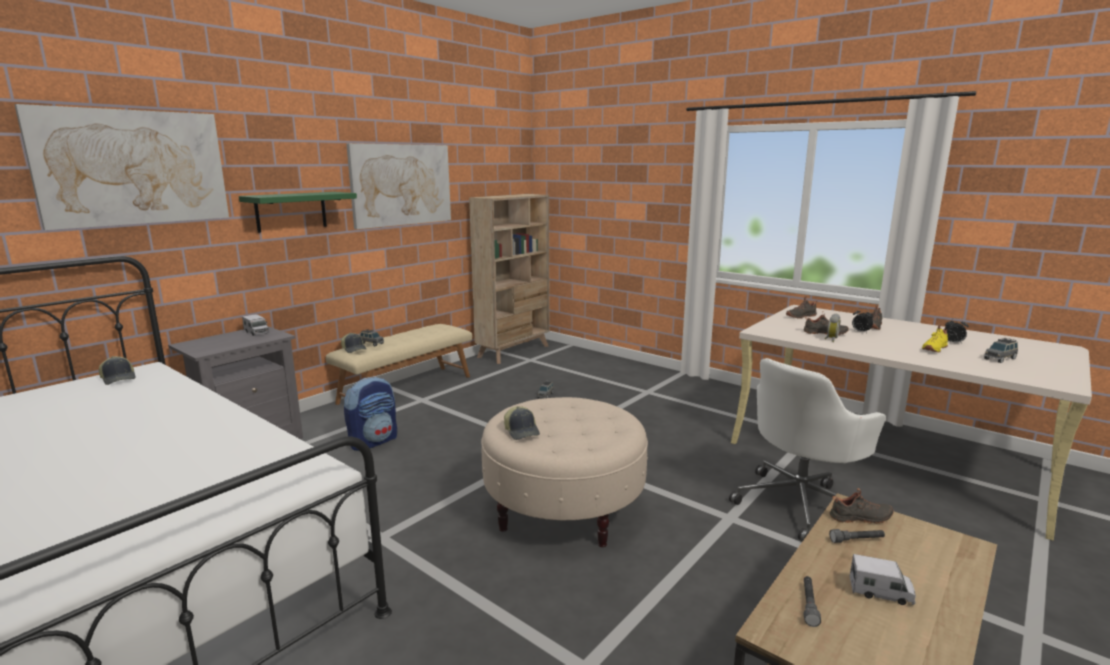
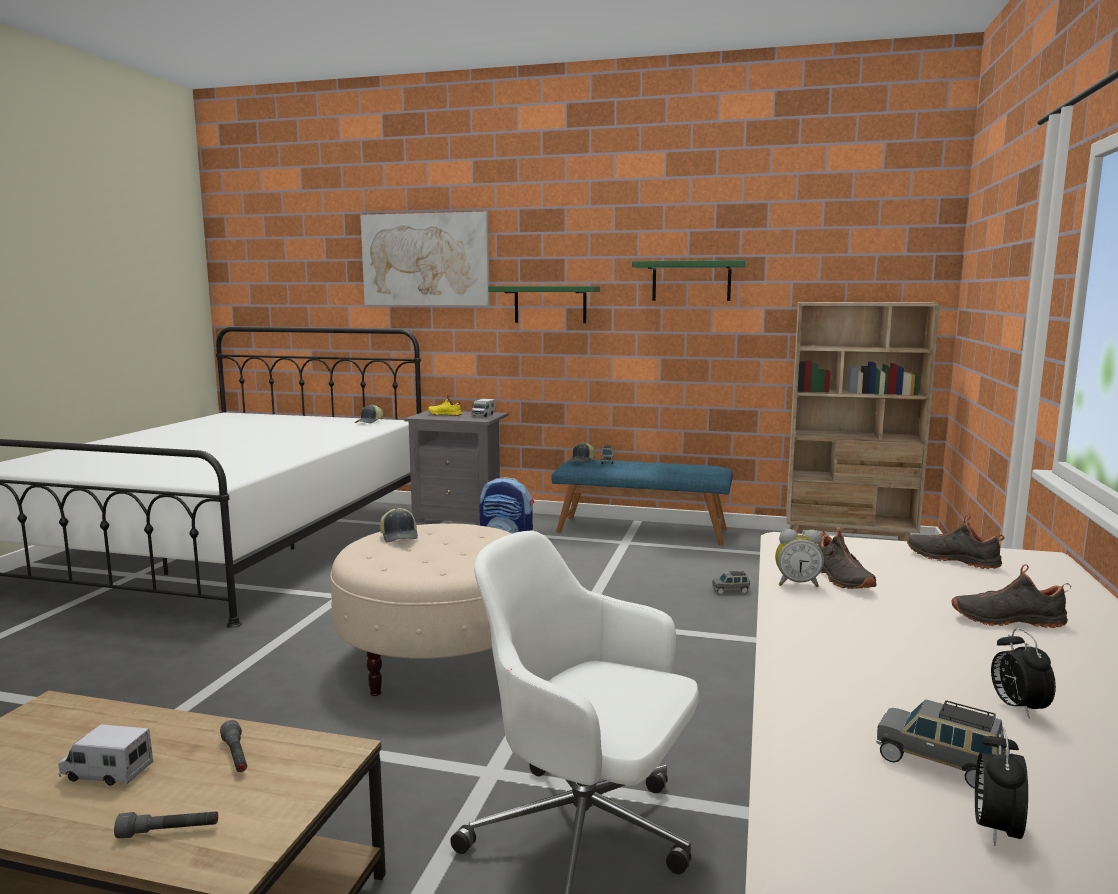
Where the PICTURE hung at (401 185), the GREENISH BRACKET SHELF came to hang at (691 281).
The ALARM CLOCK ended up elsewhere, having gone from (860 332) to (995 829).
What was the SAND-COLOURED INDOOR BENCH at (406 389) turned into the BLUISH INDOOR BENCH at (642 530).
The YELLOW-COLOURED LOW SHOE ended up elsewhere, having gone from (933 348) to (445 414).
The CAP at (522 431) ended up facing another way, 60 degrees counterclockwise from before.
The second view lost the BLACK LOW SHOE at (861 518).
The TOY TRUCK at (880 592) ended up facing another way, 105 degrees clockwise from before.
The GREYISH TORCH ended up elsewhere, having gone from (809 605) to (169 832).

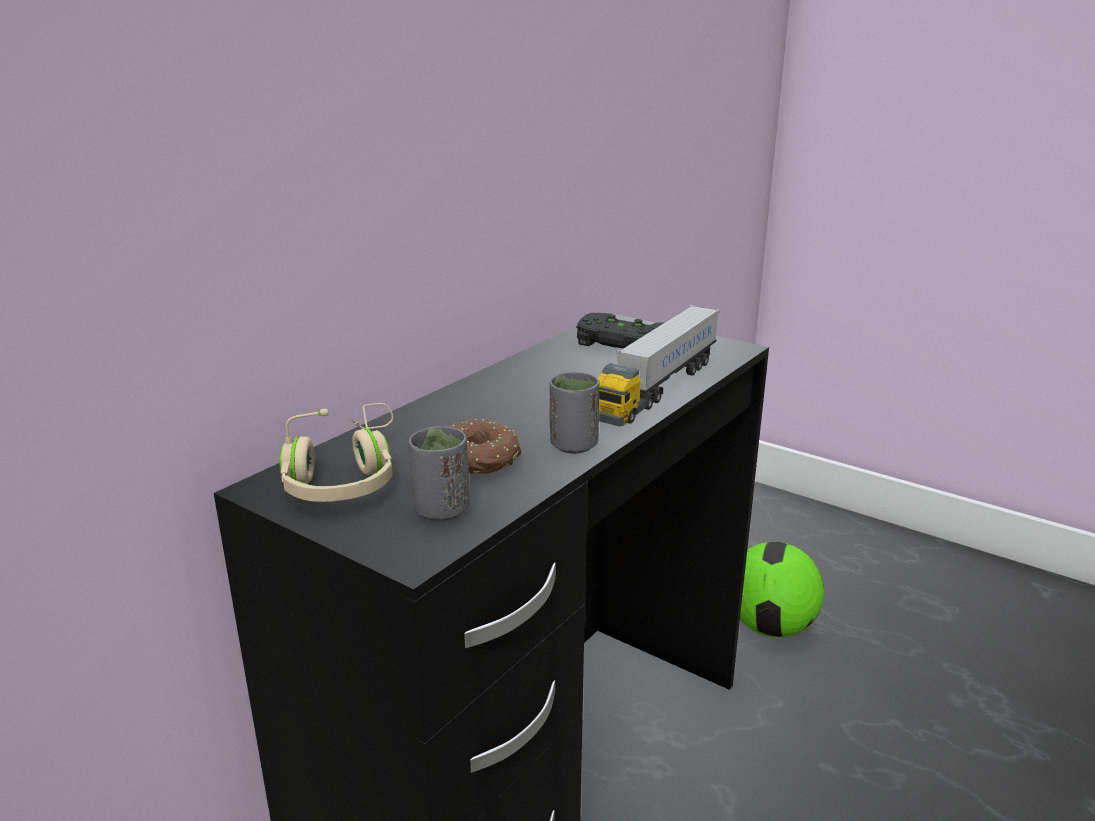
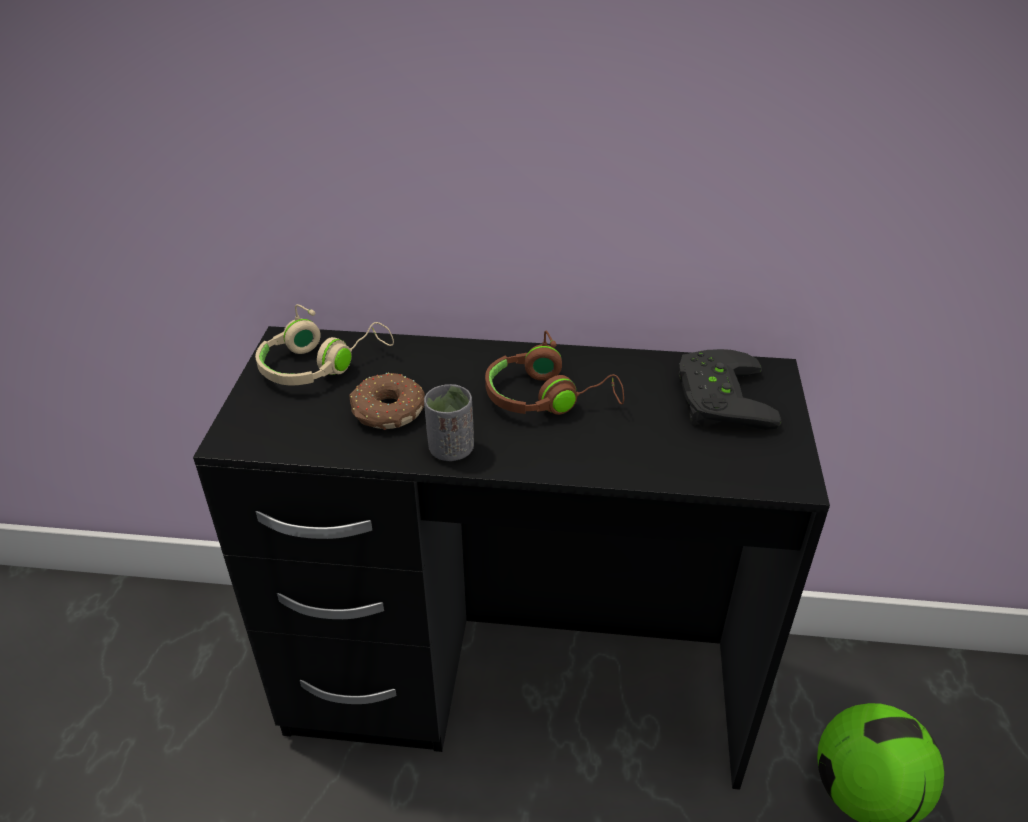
The second view lost the TOY TRUCK at (658 388).
The second view lost the GREYISH CUP at (441 510).
The second view gained the BROWN-COLOURED HEADPHONES at (548 397).

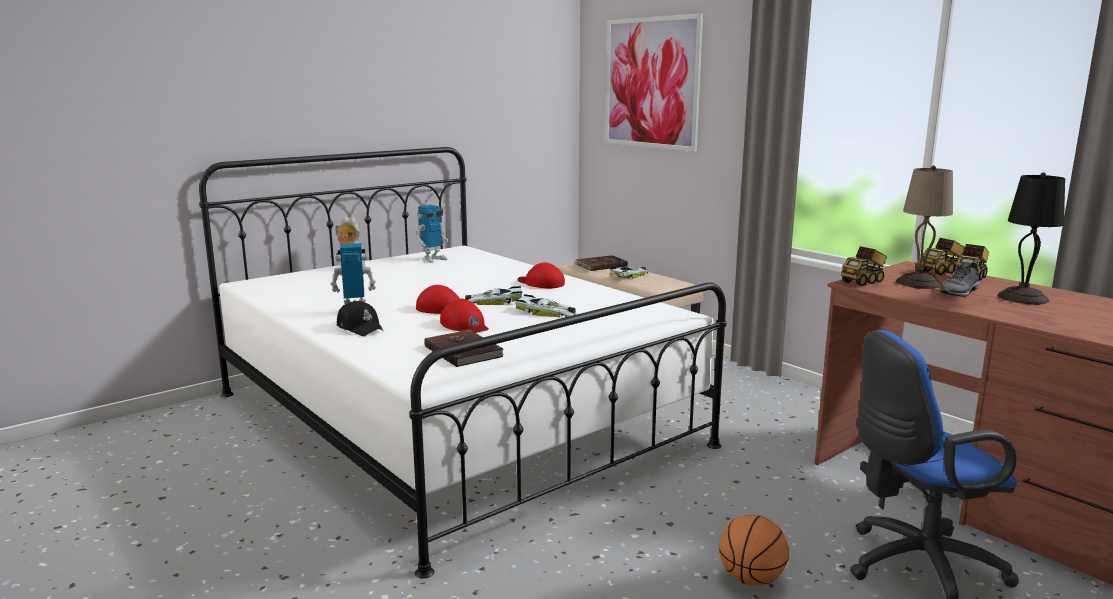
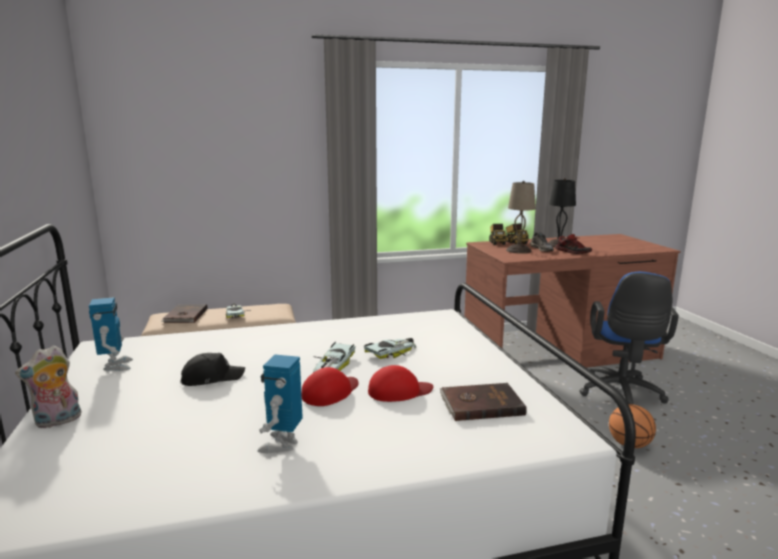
The second view lost the PICTURE at (651 83).
The second view lost the TOY TRUCK at (863 281).
The second view lost the RED-COLOURED CAP at (541 283).
The BLACK CAP ended up elsewhere, having gone from (360 328) to (212 378).
The second view gained the LOW SHOE at (572 252).

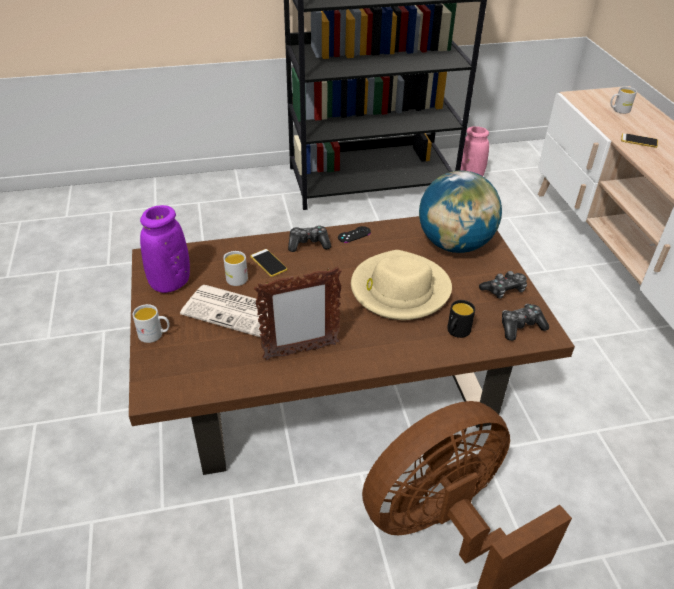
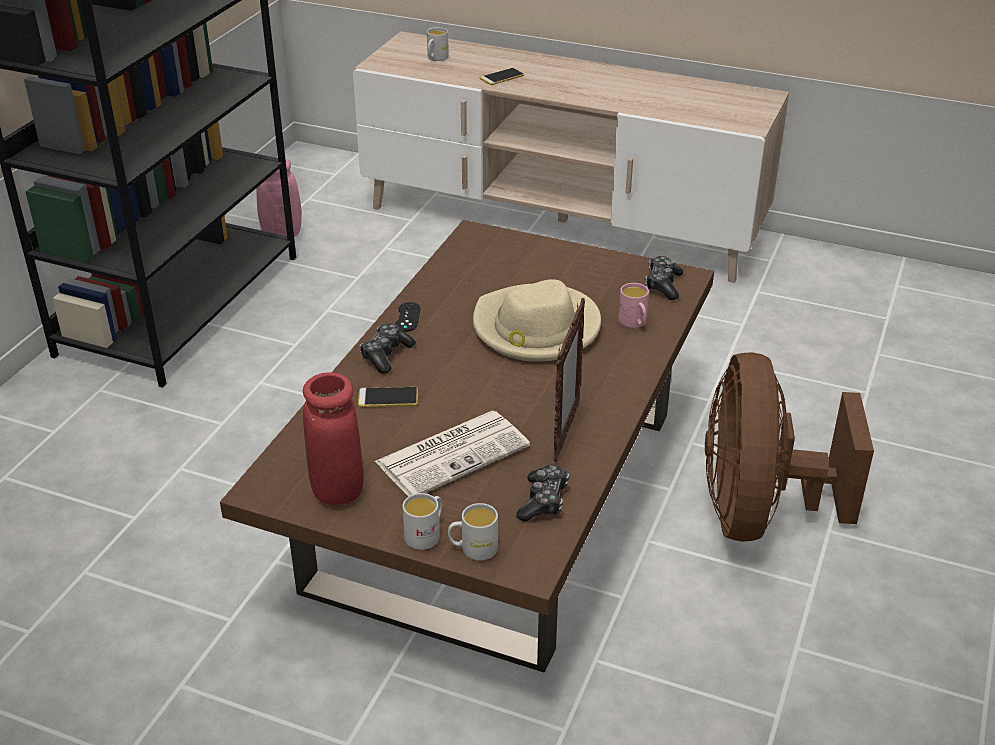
The second view lost the WORLD GLOBE at (454 244).
What was the PURPLE VASE at (170 283) turned into the RED-COLOURED VASE at (337 489).
The WHITISH TEA MUG ended up elsewhere, having gone from (234 277) to (473 549).
The JOYPAD ended up elsewhere, having gone from (504 290) to (543 501).
What was the BLACK TEA MUG at (456 332) turned into the PINKISH TEA MUG at (634 323).

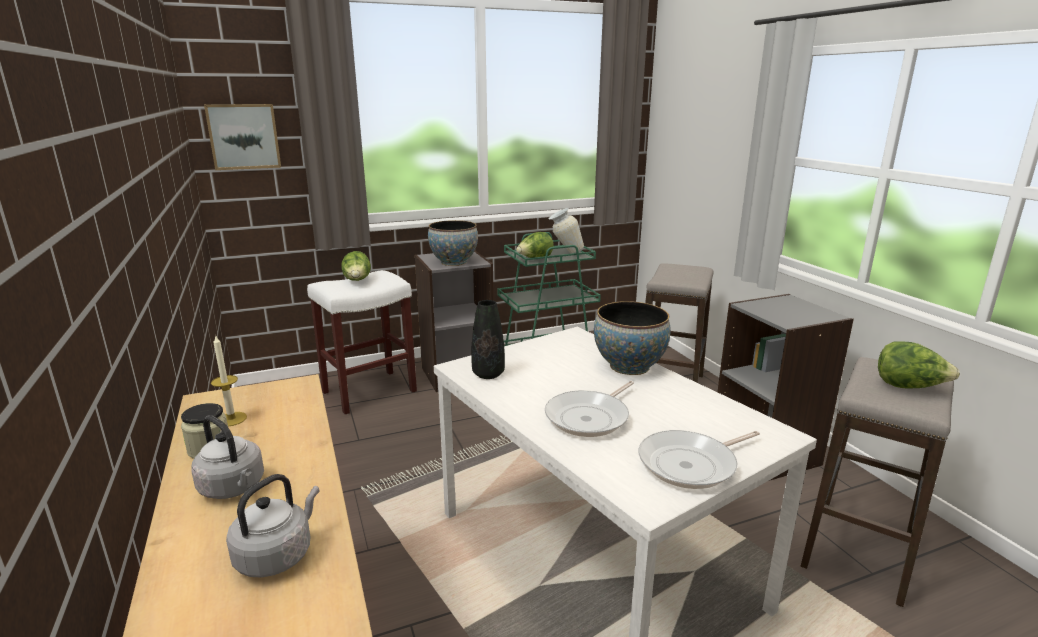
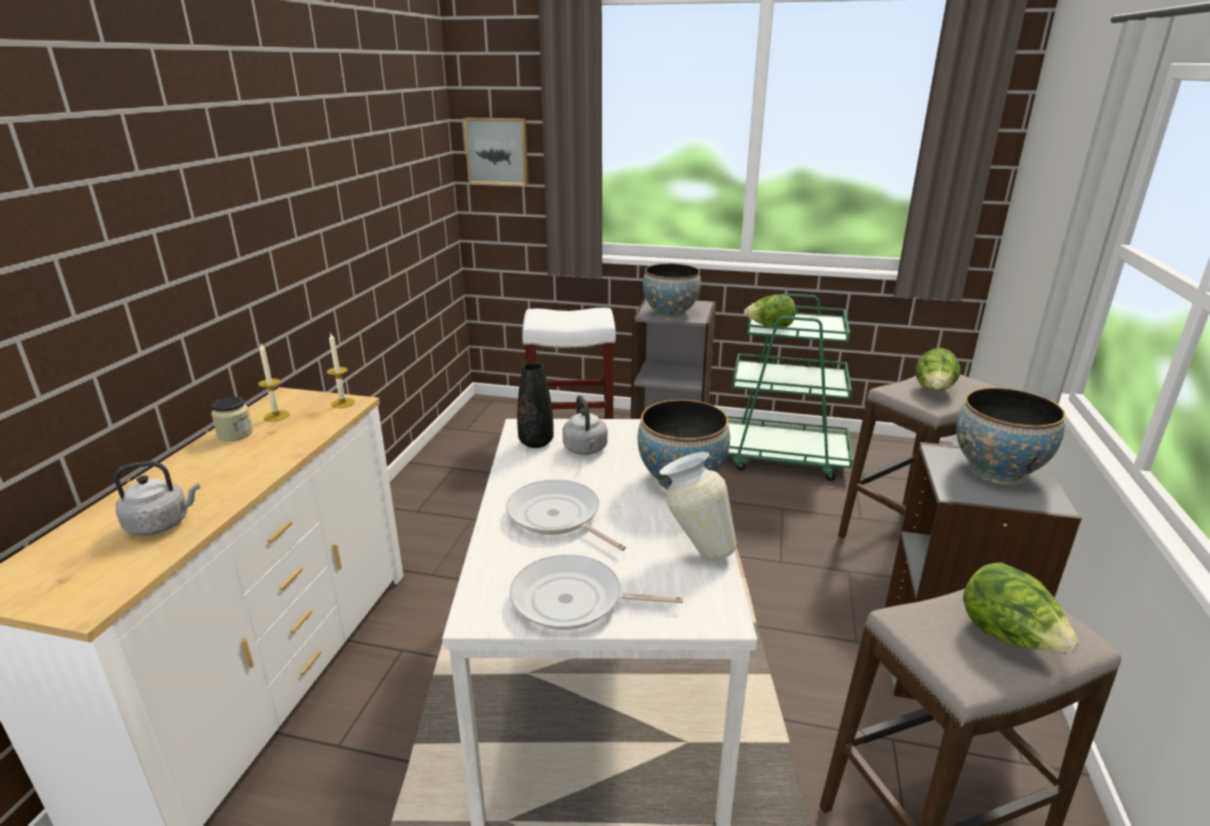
The VASE ended up elsewhere, having gone from (565 253) to (694 548).
The LETTUCE ended up elsewhere, having gone from (357 281) to (933 391).
The FRYING PAN at (590 417) ended up facing another way, 60 degrees clockwise from before.
The GREYISH TEA KETTLE ended up elsewhere, having gone from (234 488) to (586 450).
The second view gained the WAX LIGHT at (342 403).
The second view gained the BOWL at (996 470).

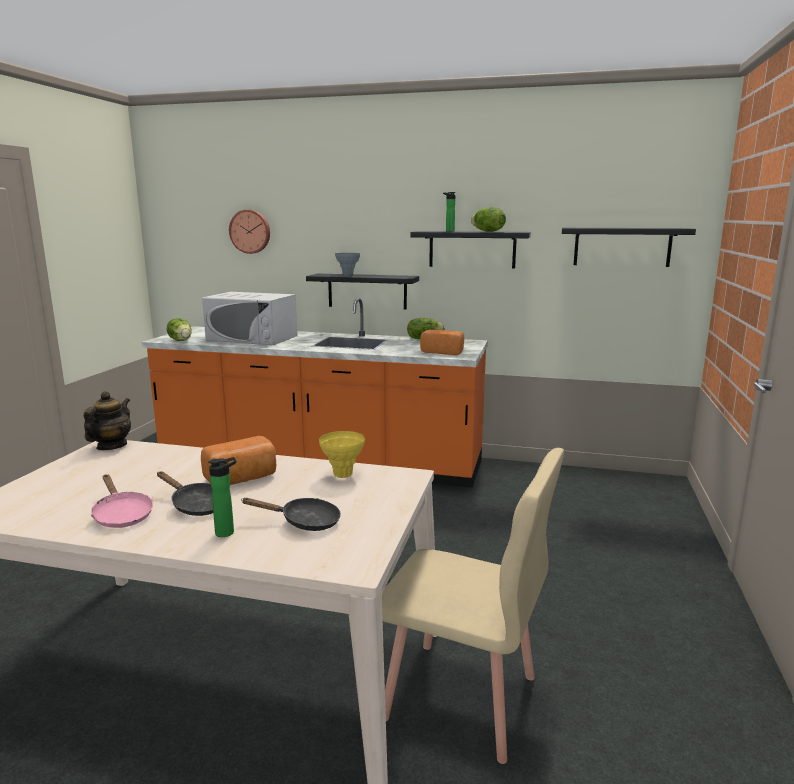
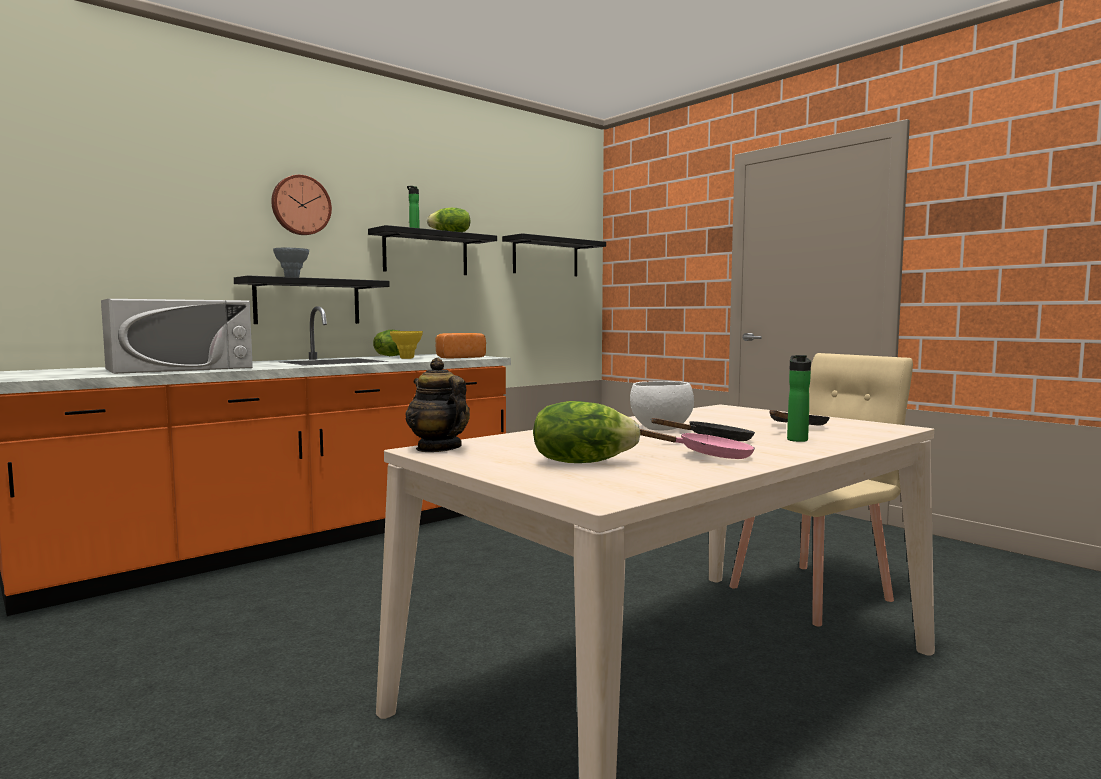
The HANGING CLOCK ended up elsewhere, having gone from (250 231) to (300 205).
The LETTUCE ended up elsewhere, having gone from (181 340) to (582 462).
The YELLOW-COLOURED VASE ended up elsewhere, having gone from (342 474) to (406 358).
Where the BREAD stood at (242 479), the WHITISH BOWL came to stand at (660 429).

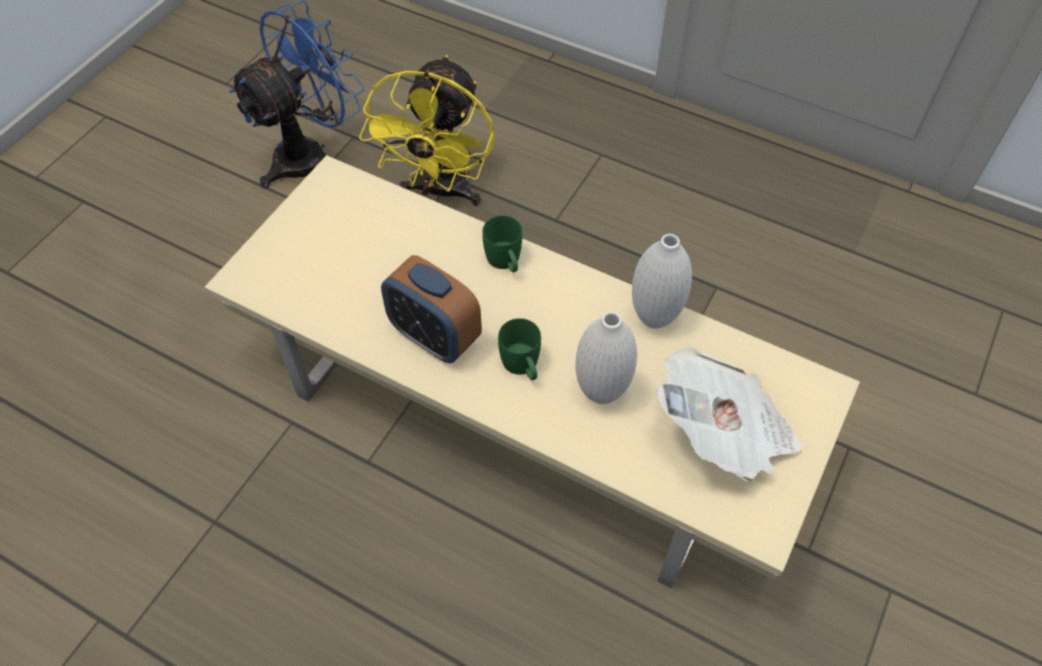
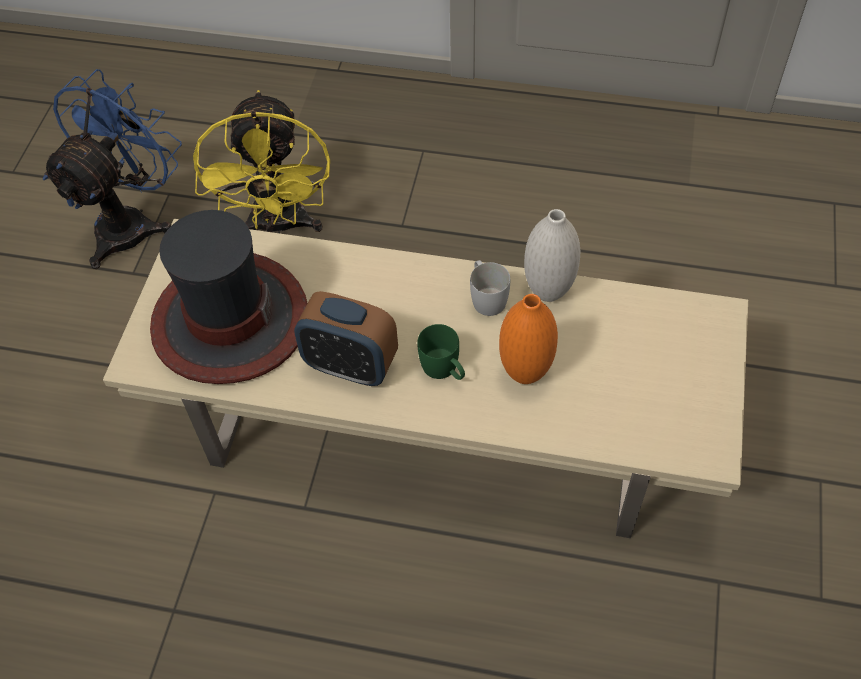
The second view lost the GREENISH TEA MUG at (505 262).
What was the WHITISH VASE at (601 392) turned into the ORANGE VASE at (525 373).
The second view lost the NEWSPAPER at (724 433).
The second view gained the HAT at (229 320).
The second view gained the WHITISH TEA MUG at (486 297).

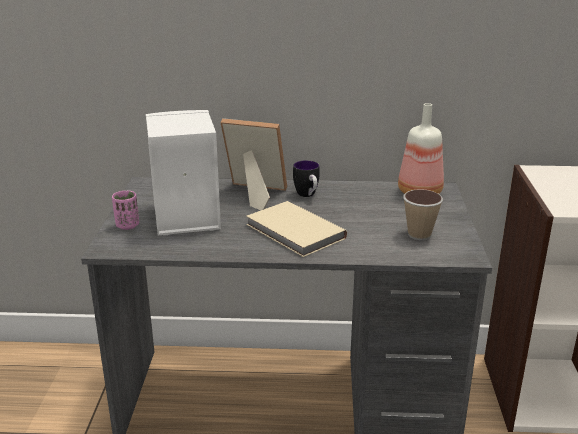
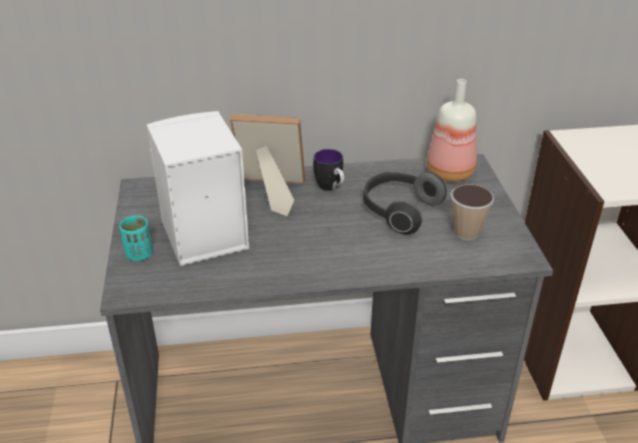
What was the PINKISH CUP at (127 225) turned into the TURQUOISE CUP at (139 254).
The second view lost the SAND-COLOURED BOUND BOOK at (294 232).
The second view gained the HEADPHONES at (399 211).

